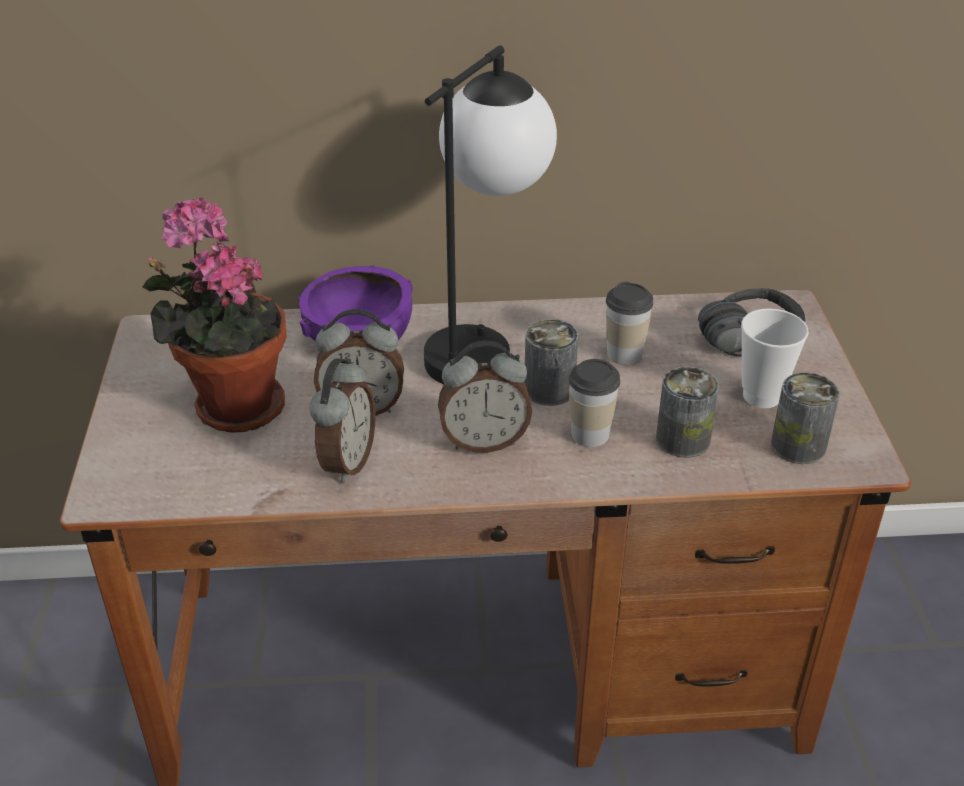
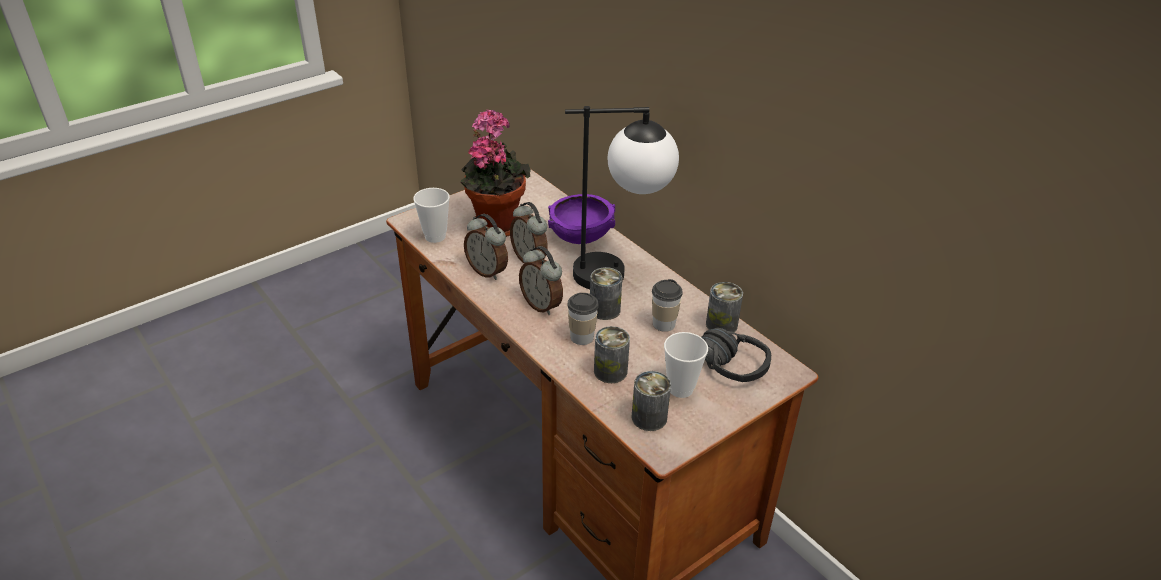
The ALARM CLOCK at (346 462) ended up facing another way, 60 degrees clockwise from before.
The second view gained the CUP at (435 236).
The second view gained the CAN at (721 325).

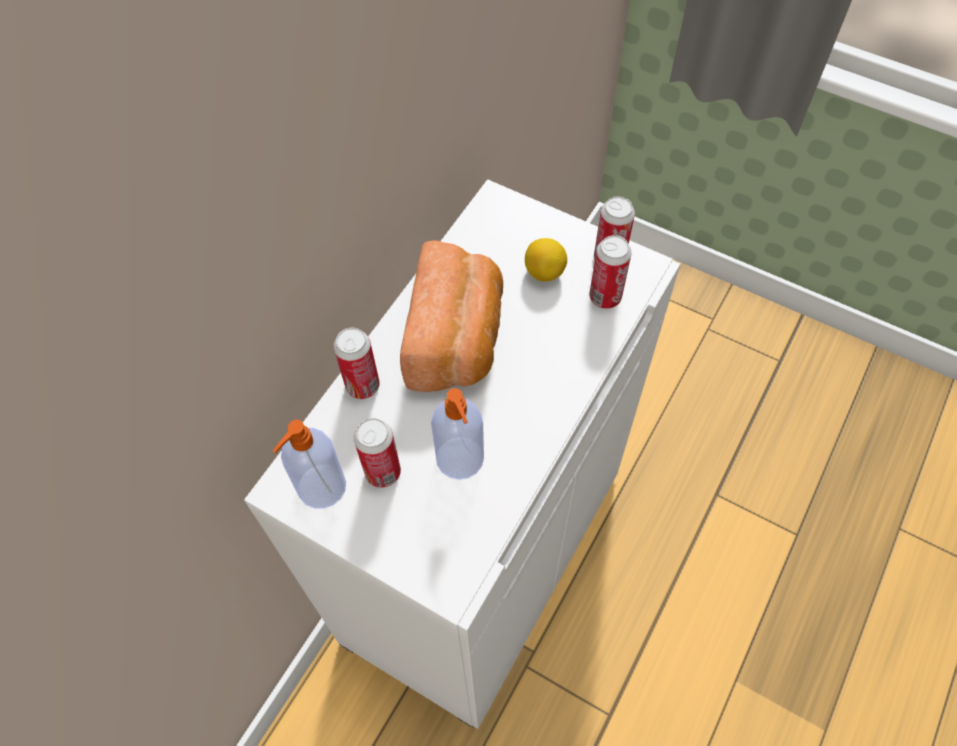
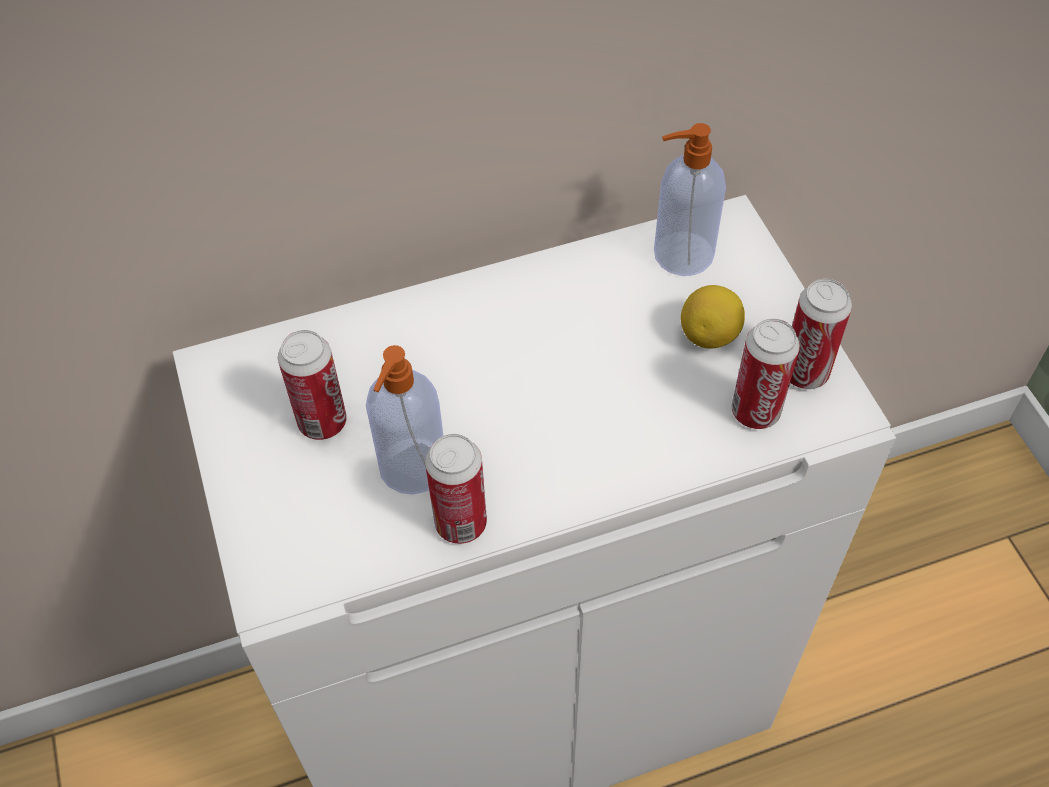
The second view lost the BREAD at (457 338).
The CAN ended up elsewhere, having gone from (363 386) to (461 523).
The SOAP DISPENSER ended up elsewhere, having gone from (320 488) to (681 254).

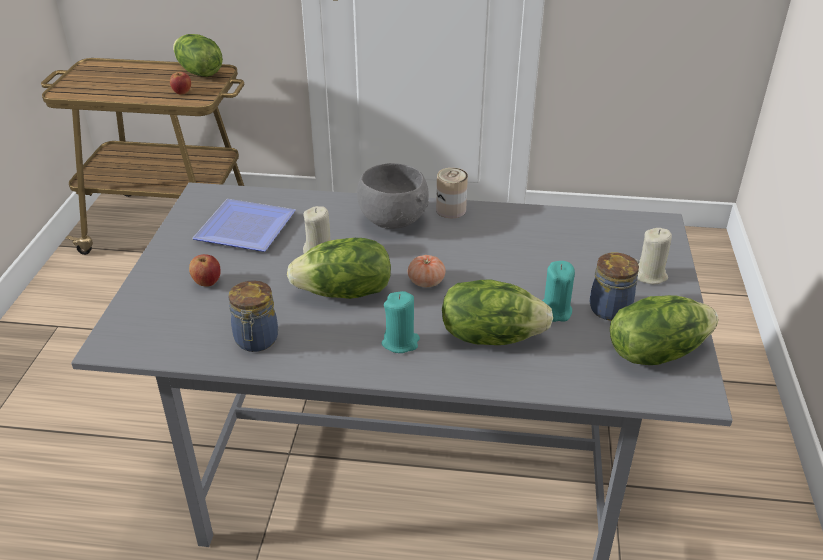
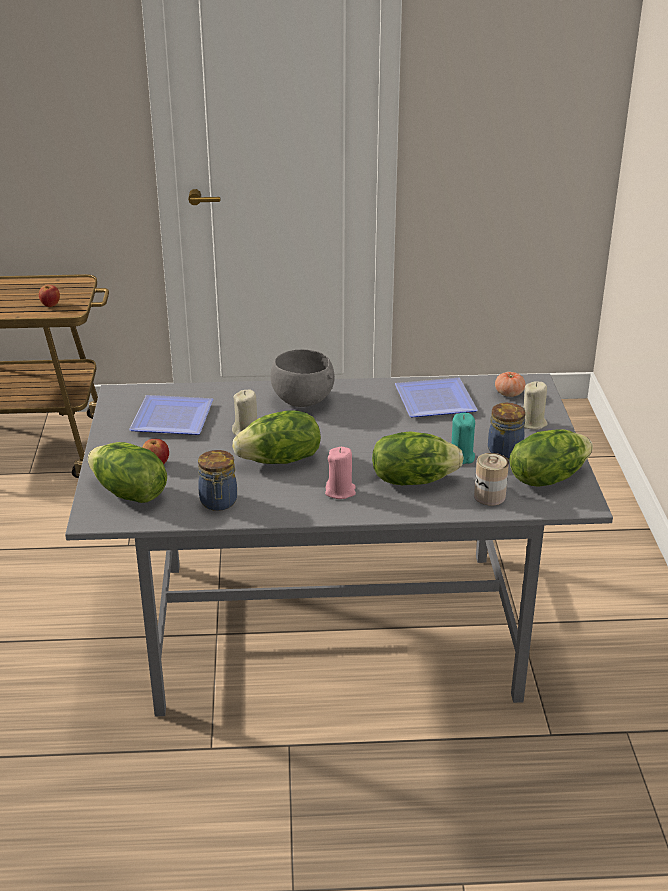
The LETTUCE ended up elsewhere, having gone from (198 72) to (129 493).
The CAN ended up elsewhere, having gone from (451 210) to (489 496).
The WHOLE TOMATO ended up elsewhere, having gone from (426 282) to (509 393).
What was the TURQUOISE WAX LIGHT at (400 342) turned into the PINKISH WAX LIGHT at (340 491).
The second view gained the DINNER PLATE at (437 400).

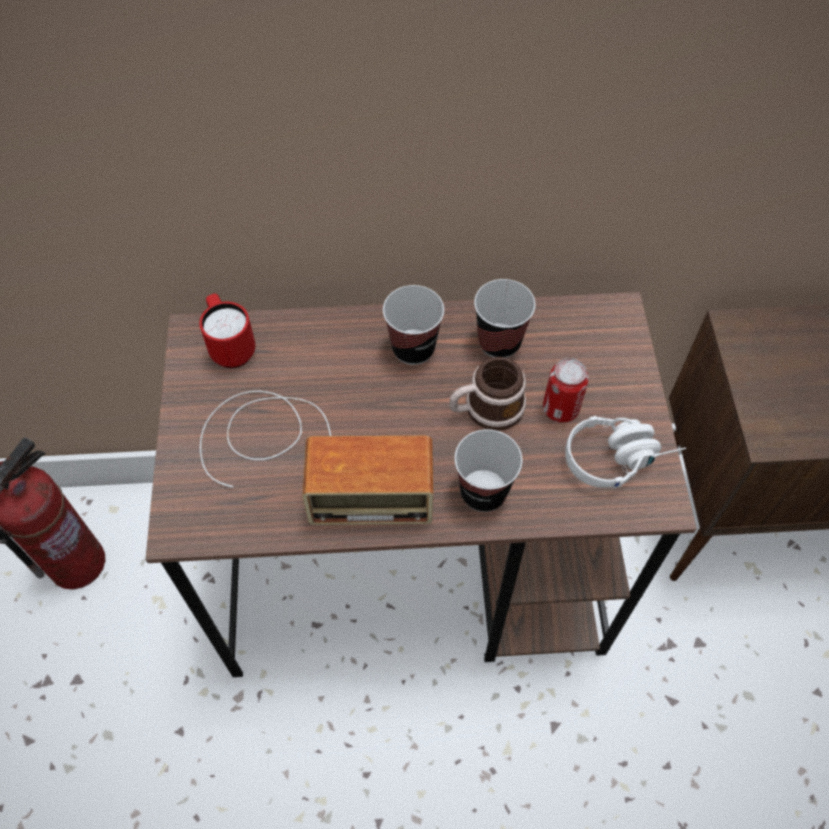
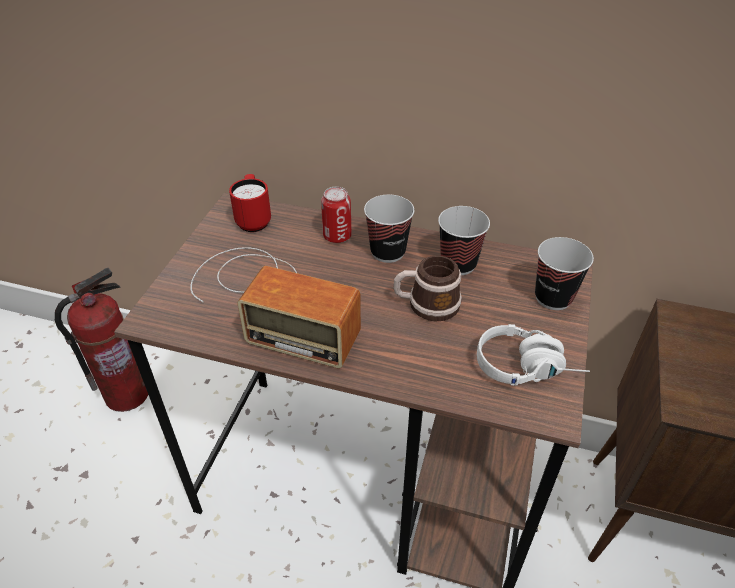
The CAN ended up elsewhere, having gone from (560 408) to (337 236).
The CUP ended up elsewhere, having gone from (483 492) to (553 297).

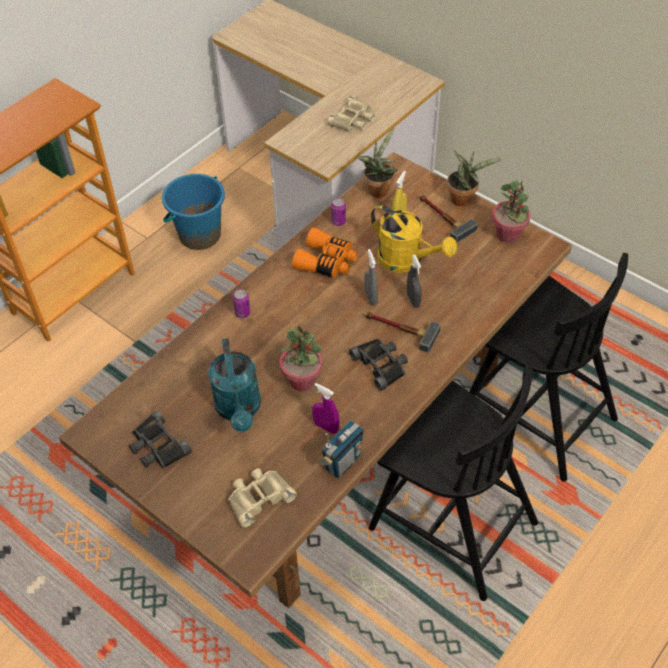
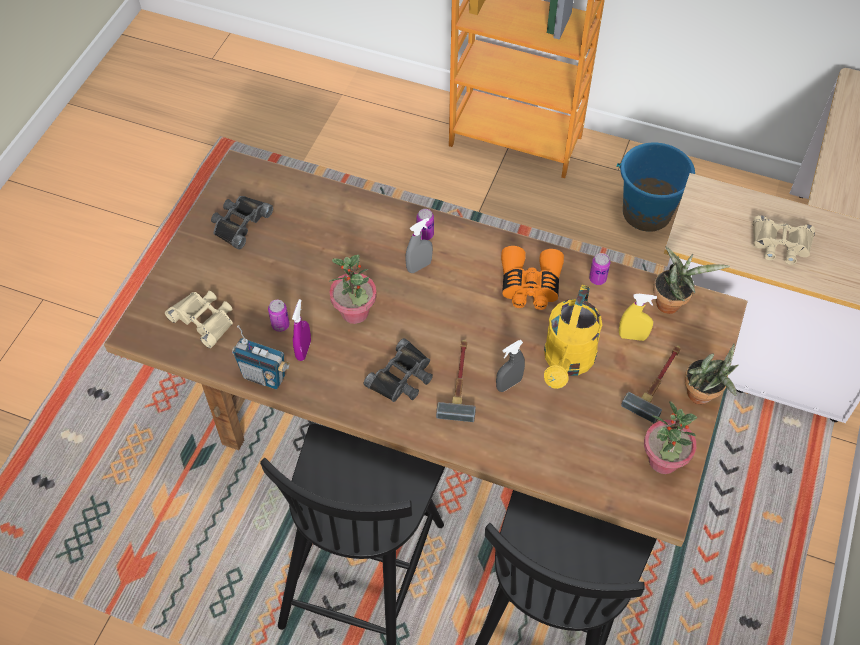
The GREYISH SPRAY BOTTLE ended up elsewhere, having gone from (370 297) to (419 266).
The second view lost the TURQUOISE WATERING CAN at (239 409).
The second view gained the CAN at (280 325).

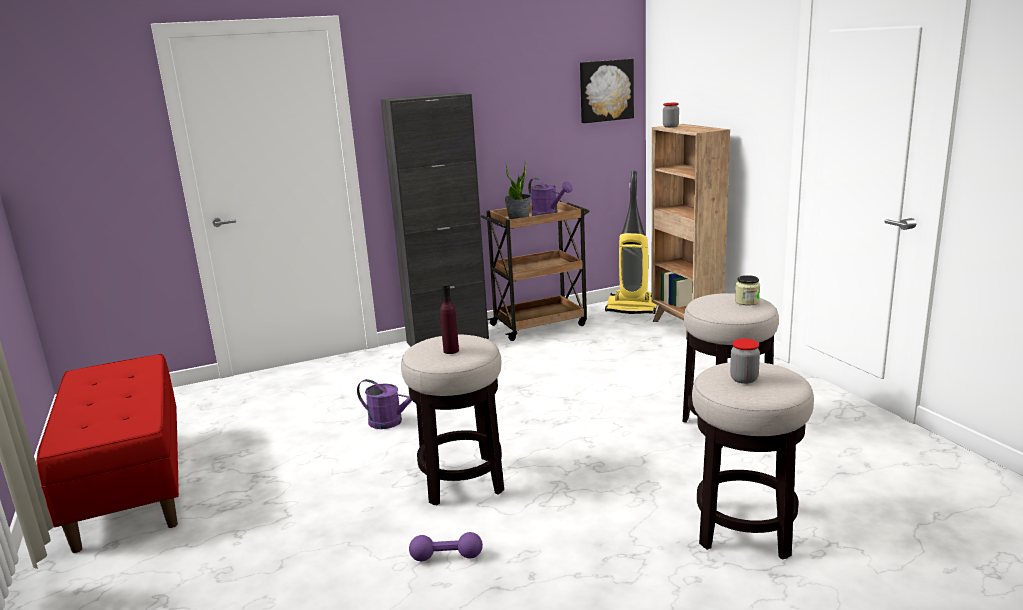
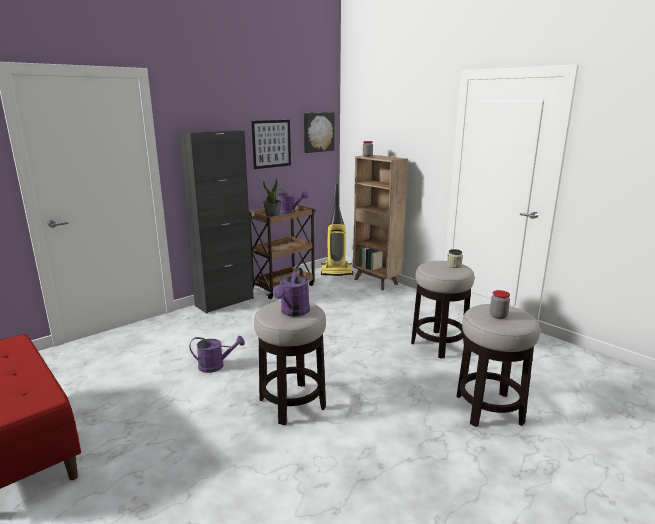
Where the PURPLE BOTTLE stood at (451 351), the PURPLE WATERING CAN came to stand at (293 312).
The second view lost the PURPLE FREE WEIGHT at (446 557).
The second view gained the PICTURE at (271 144).

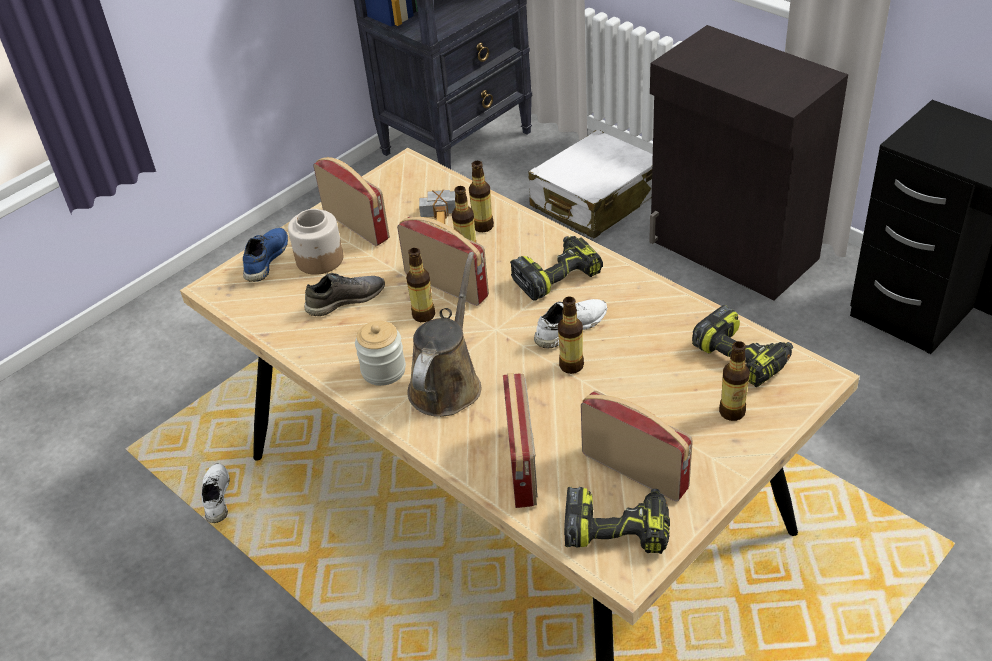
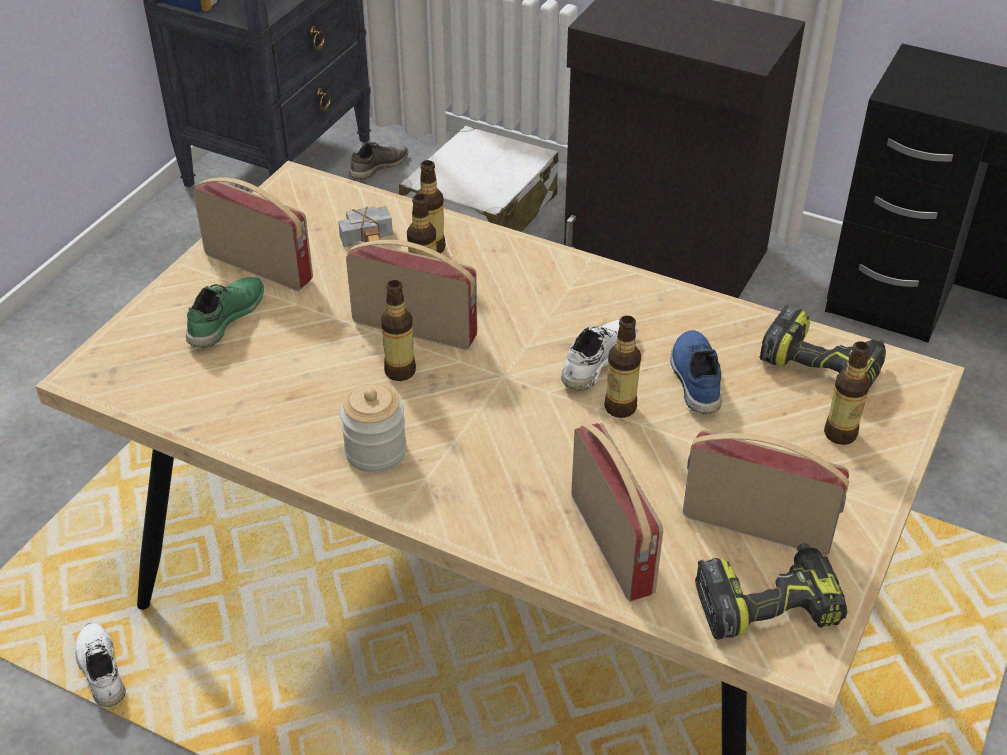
Where the STORAGE JAR stood at (319 259), the GREENISH LOW SHOE came to stand at (225 318).
The BLUISH LOW SHOE ended up elsewhere, having gone from (265 259) to (694 379).
The second view lost the DRILL at (556 275).
The second view lost the BROWN-COLOURED WATERING CAN at (447 383).
The GREYISH LOW SHOE ended up elsewhere, having gone from (345 300) to (378 166).

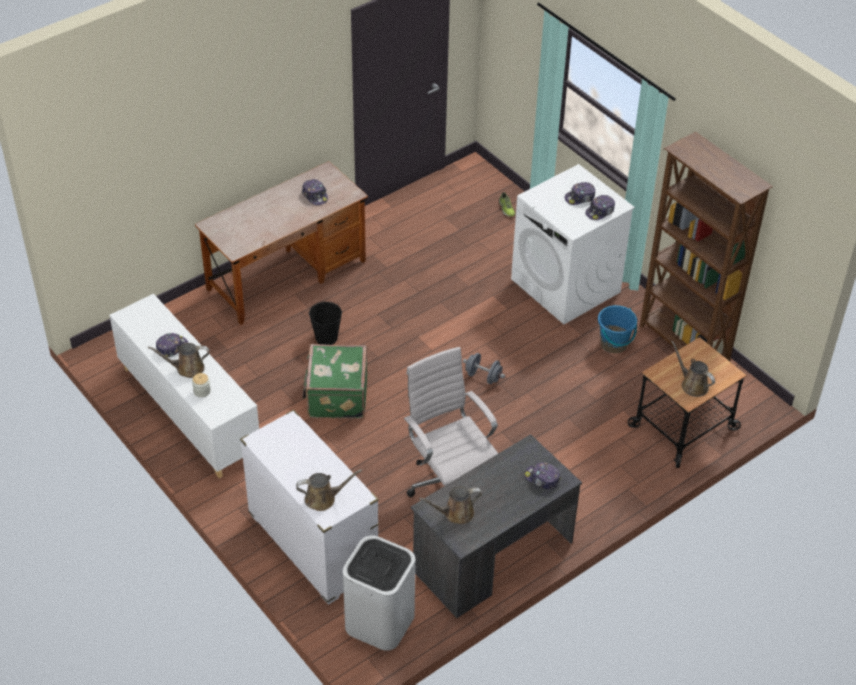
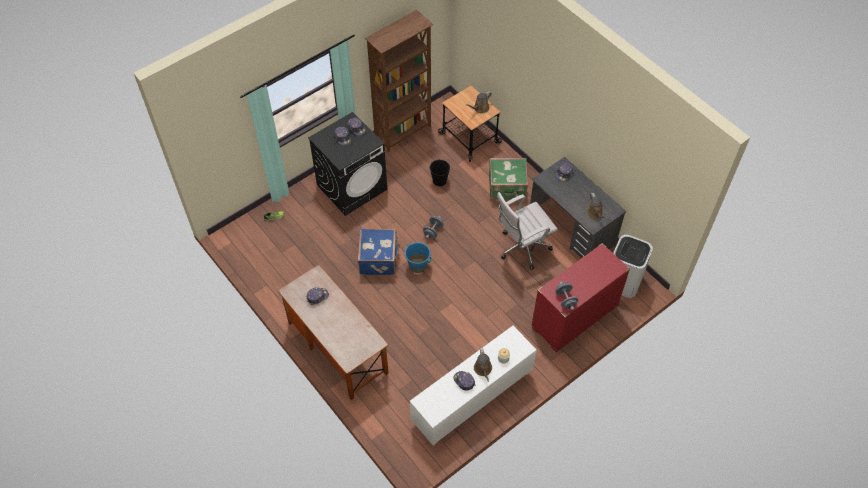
What was the WHITISH LAUNDRY MACHINE at (566 286) turned into the BLACK LAUNDRY MACHINE at (352 187).
The BLACK WATER BUCKET ended up elsewhere, having gone from (326 337) to (439 180).
The BLUISH WATER BUCKET ended up elsewhere, having gone from (614 344) to (418 265).
The GREENISH TRAVEL CASE ended up elsewhere, having gone from (336 396) to (507 188).
What was the WHITISH DRESSER at (312 544) turned into the RED-COLOURED DRESSER at (574 317).
The second view lost the BROWN-COLOURED WATERING CAN at (323 498).
The second view gained the BLUISH TRAVEL CASE at (379 259).
The second view gained the GREYISH FREE WEIGHT at (565 300).

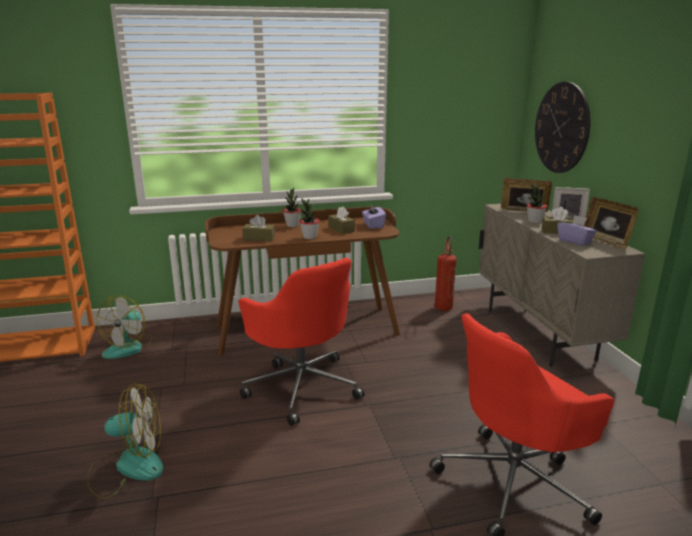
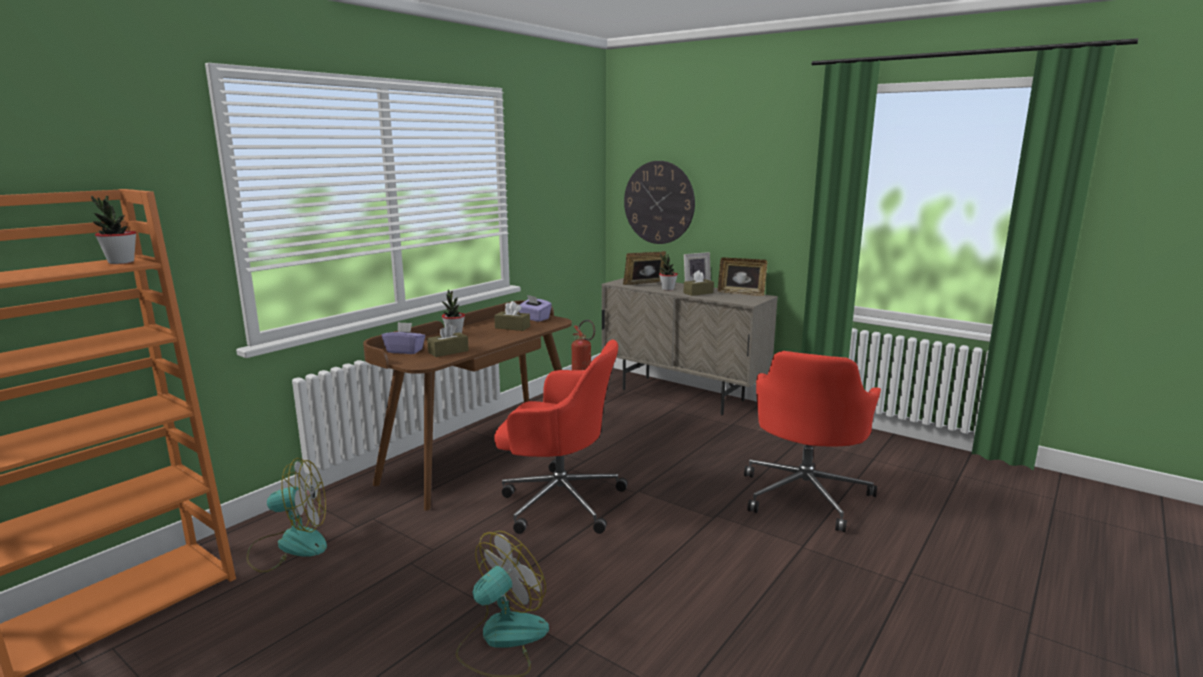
The HOUSEPLANT ended up elsewhere, having gone from (309 237) to (121 262).
The PURPLE TISSUE HOLDER ended up elsewhere, having gone from (574 241) to (405 351).
The COOLING FAN at (129 347) ended up facing another way, 75 degrees counterclockwise from before.

